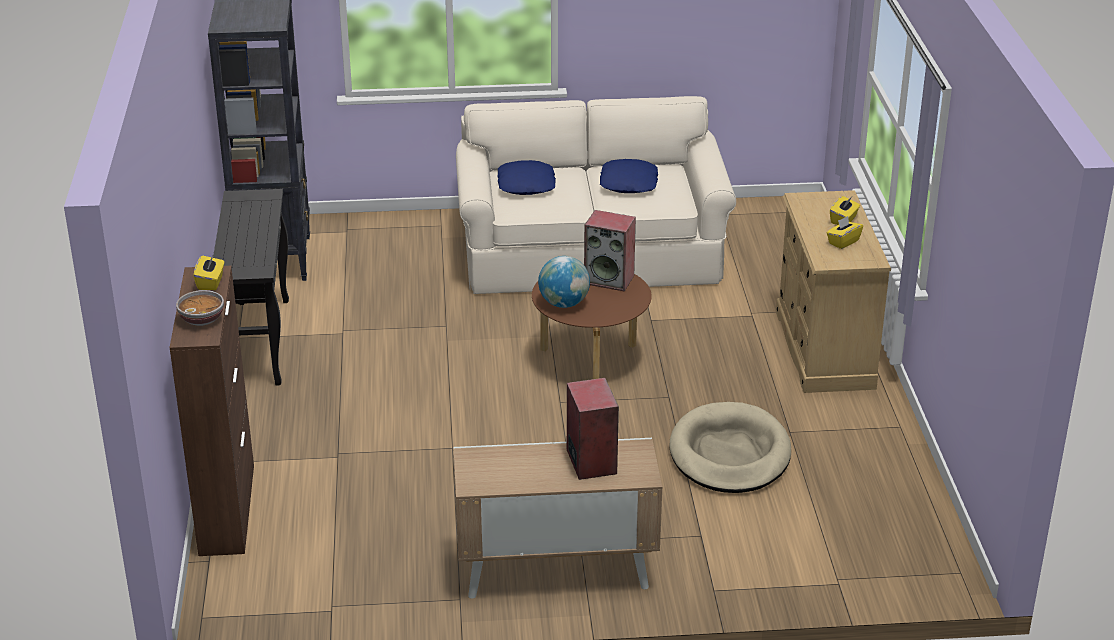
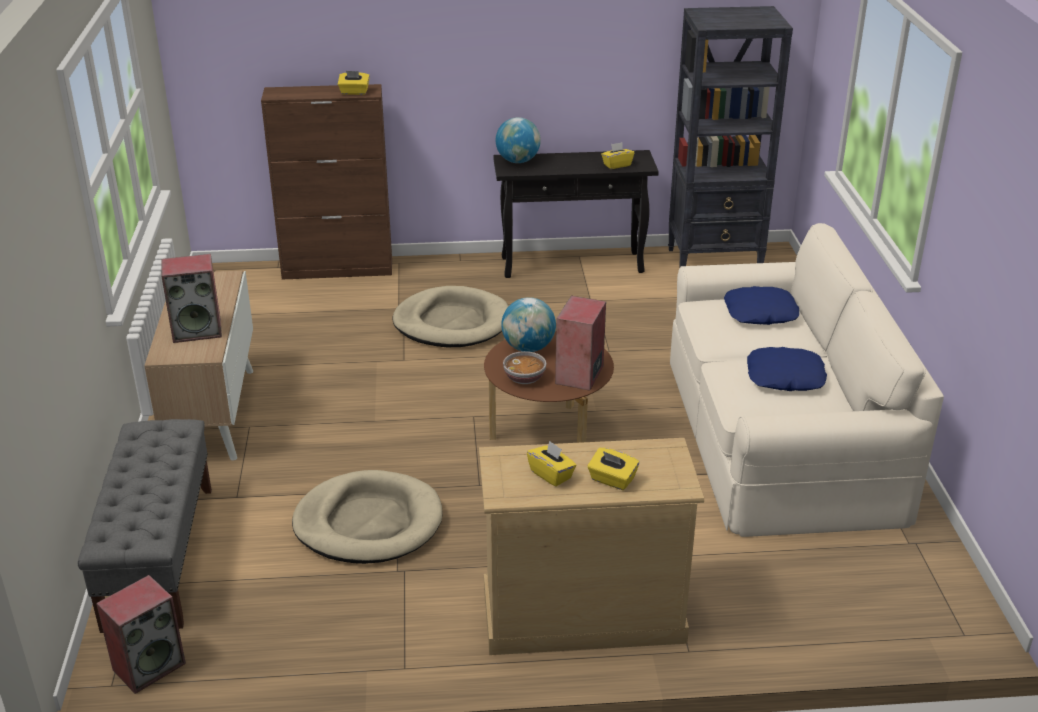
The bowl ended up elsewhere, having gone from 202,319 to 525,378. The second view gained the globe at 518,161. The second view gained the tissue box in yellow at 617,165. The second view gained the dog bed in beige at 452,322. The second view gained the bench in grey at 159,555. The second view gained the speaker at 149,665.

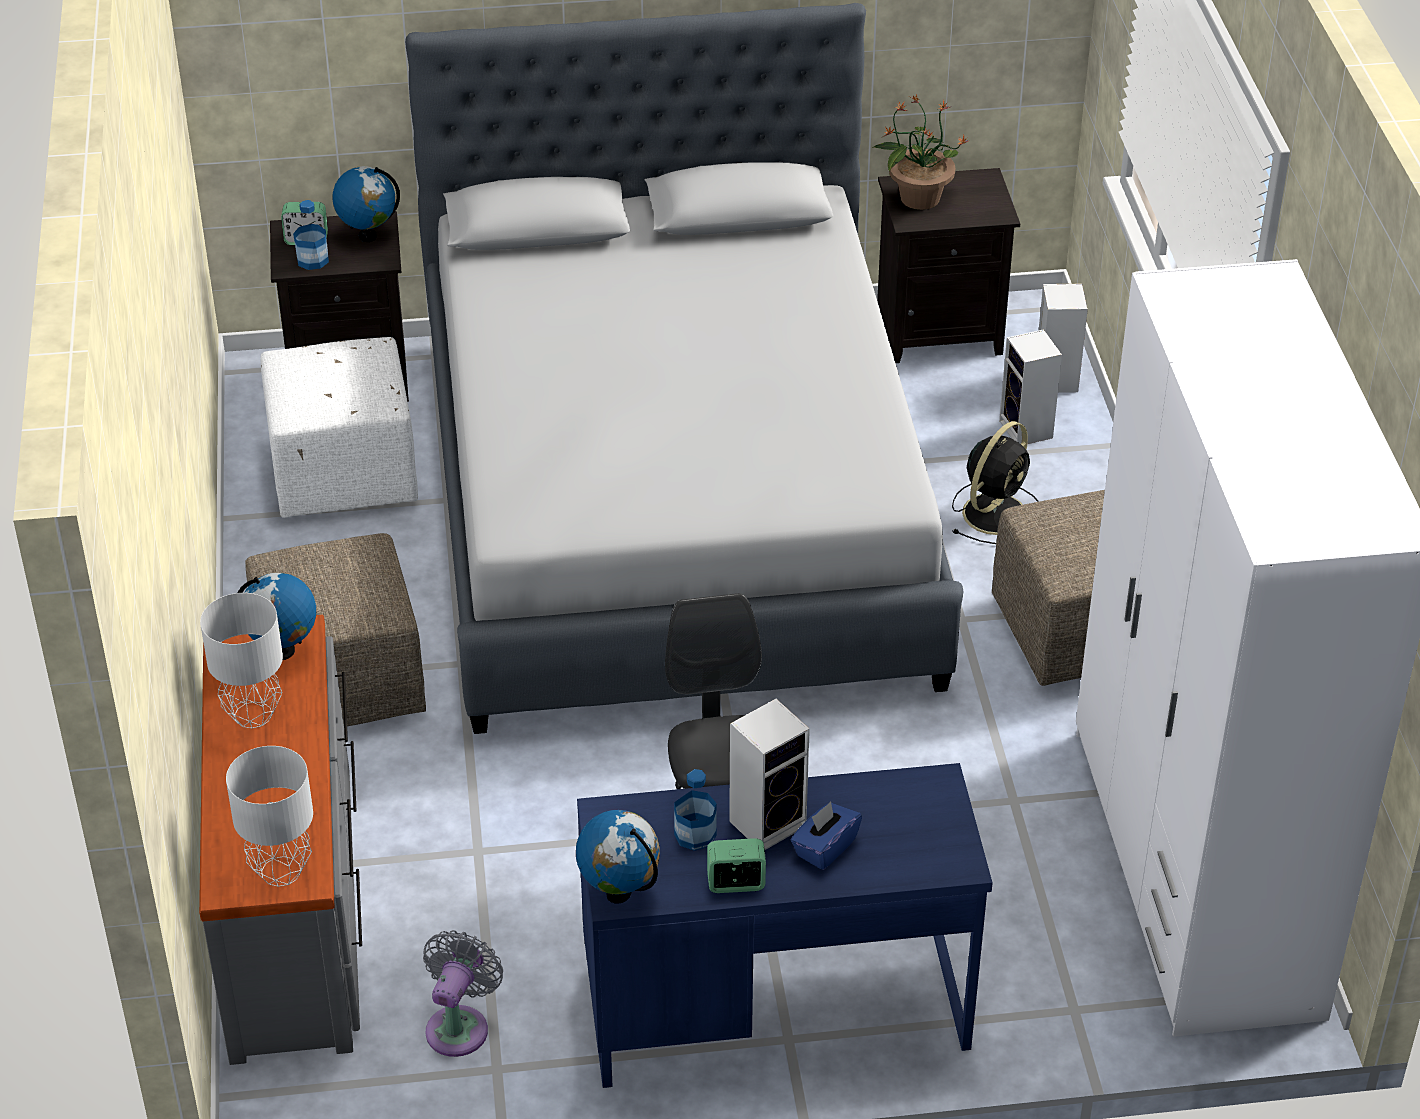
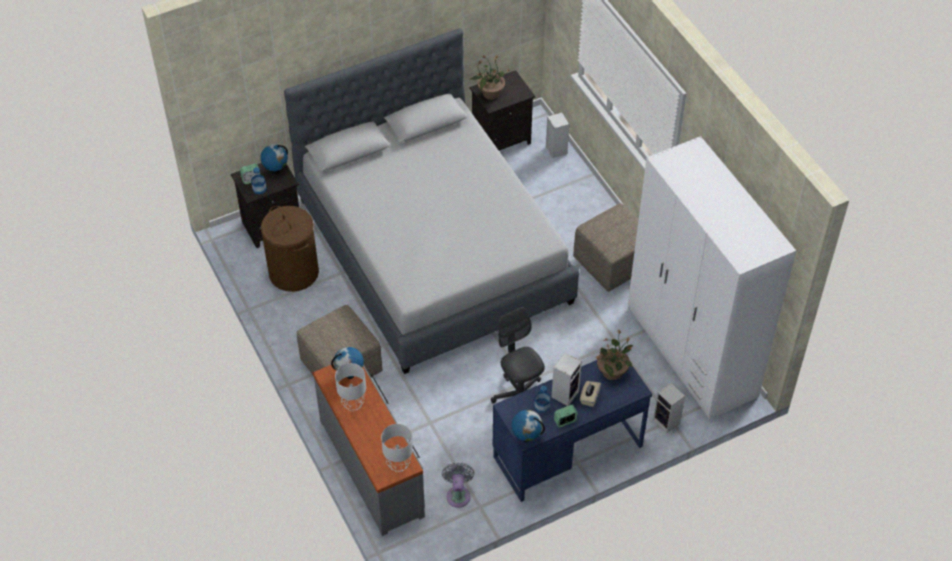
The speaker ended up elsewhere, having gone from 1028,430 to 667,422. Where the ottoman in white stood at 345,475, the laundry basket in brown came to stand at 294,272. The second view lost the fan in black at 996,512. What was the tissue box in blue at 825,848 turned into the tissue box in beige at 589,398. The second view gained the potted plant at 612,372.

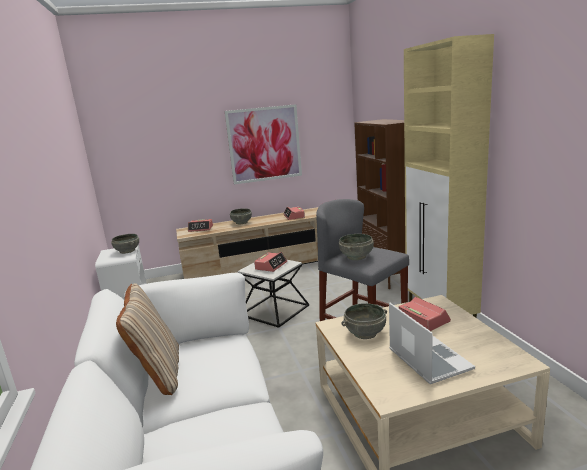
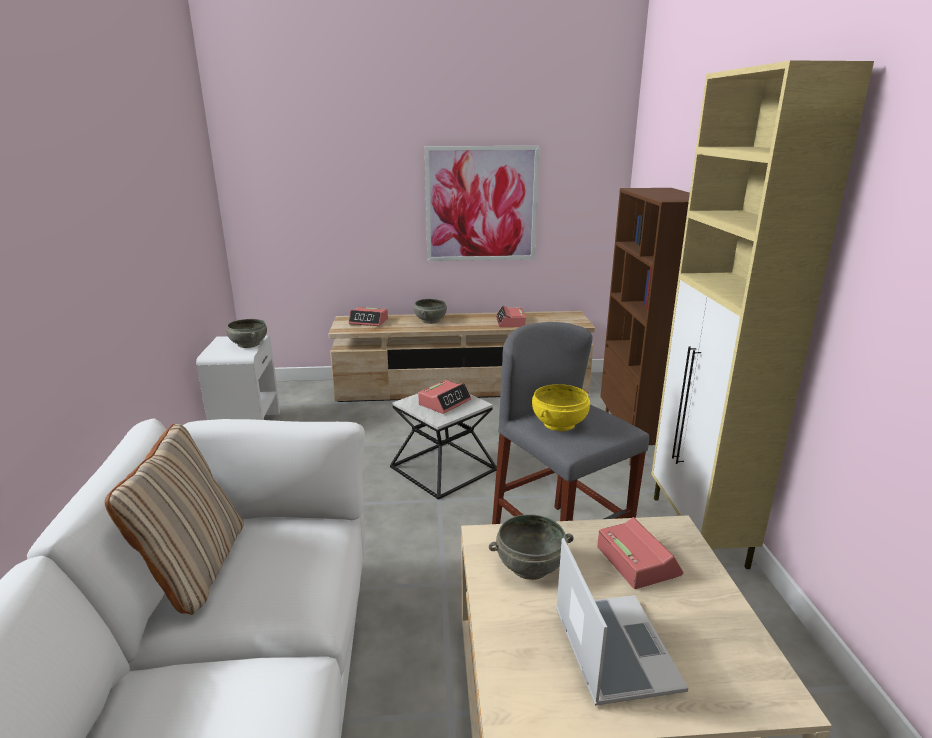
What was the bowl in grey at 357,257 turned into the bowl in yellow at 560,424.

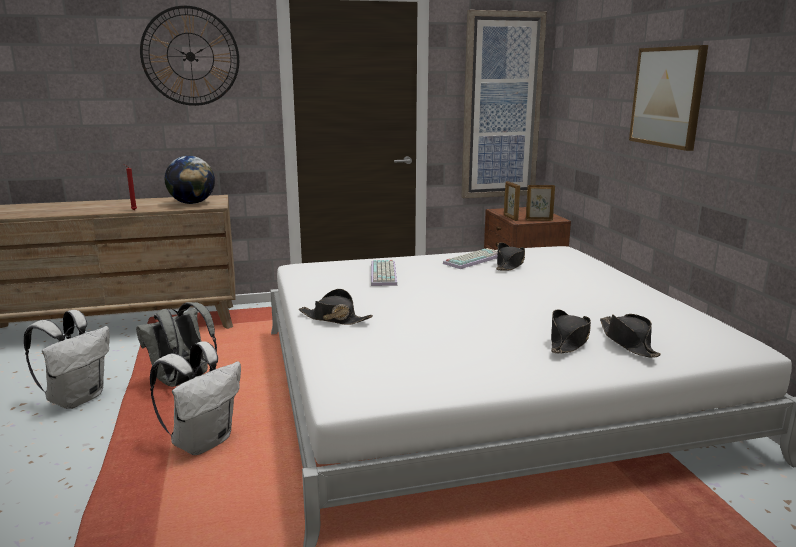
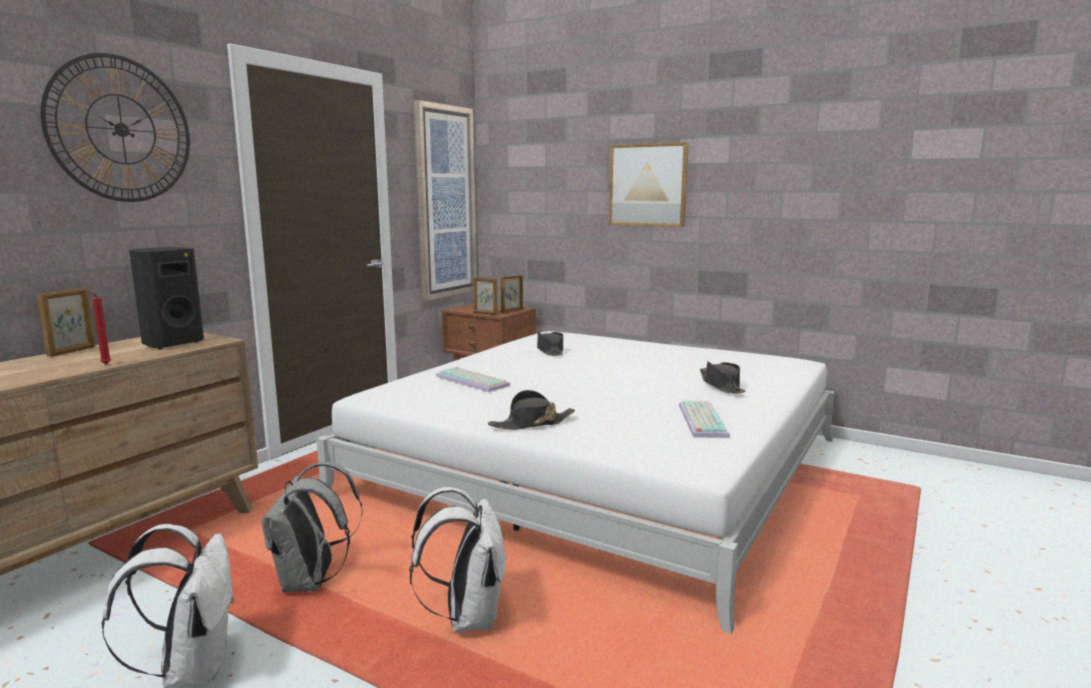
Where the globe stood at 192,203, the speaker in black came to stand at 171,343. The keyboard ended up elsewhere, having gone from 473,259 to 700,420. The second view lost the hat in black at 628,342. The second view gained the picture frame at 72,351.

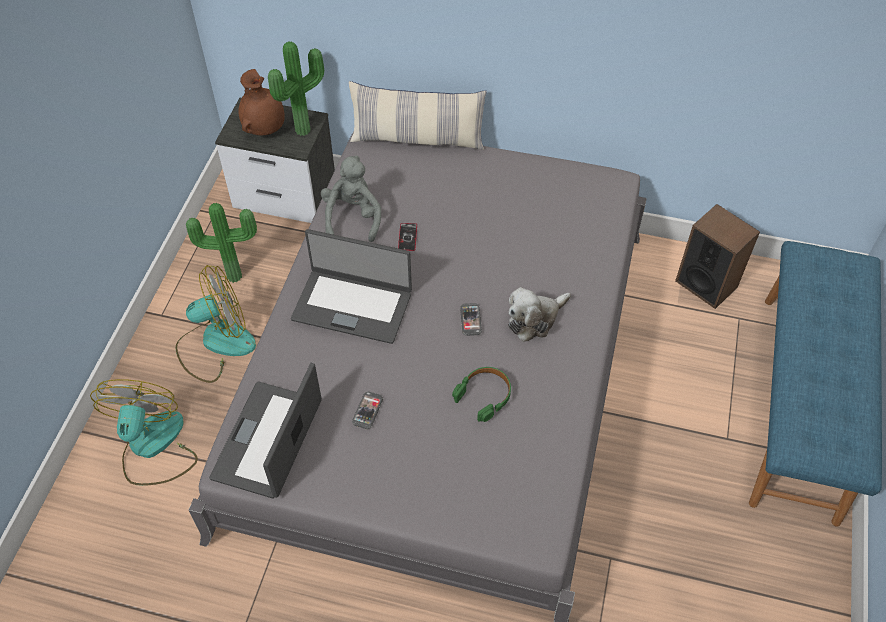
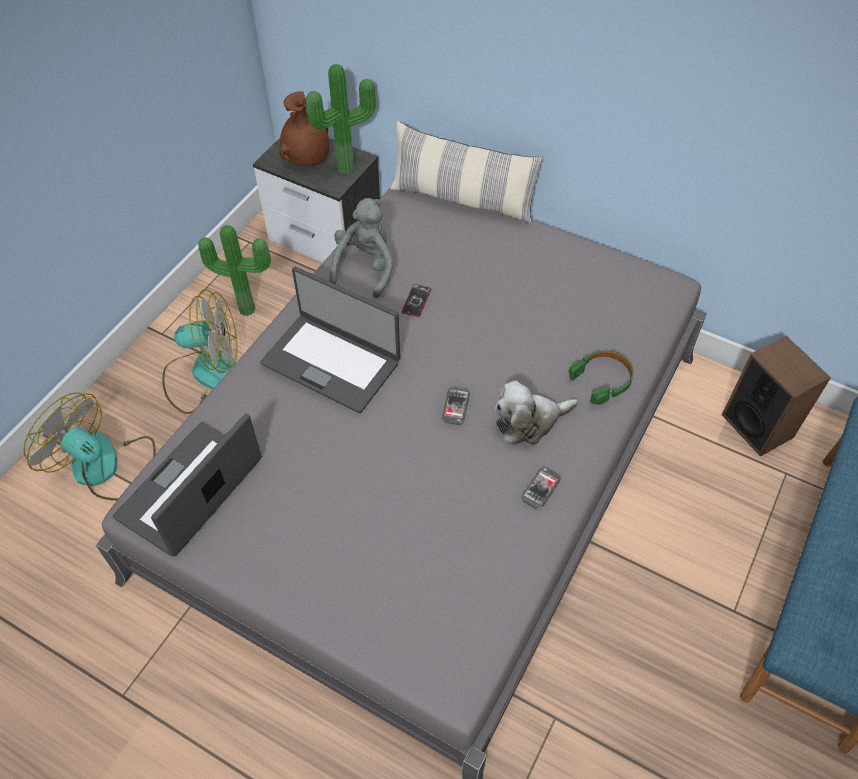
The headphones in green ended up elsewhere, having gone from 484,395 to 602,380. The fan at 153,447 ended up facing another way, 75 degrees counterclockwise from before. The phone ended up elsewhere, having gone from 367,411 to 540,489.

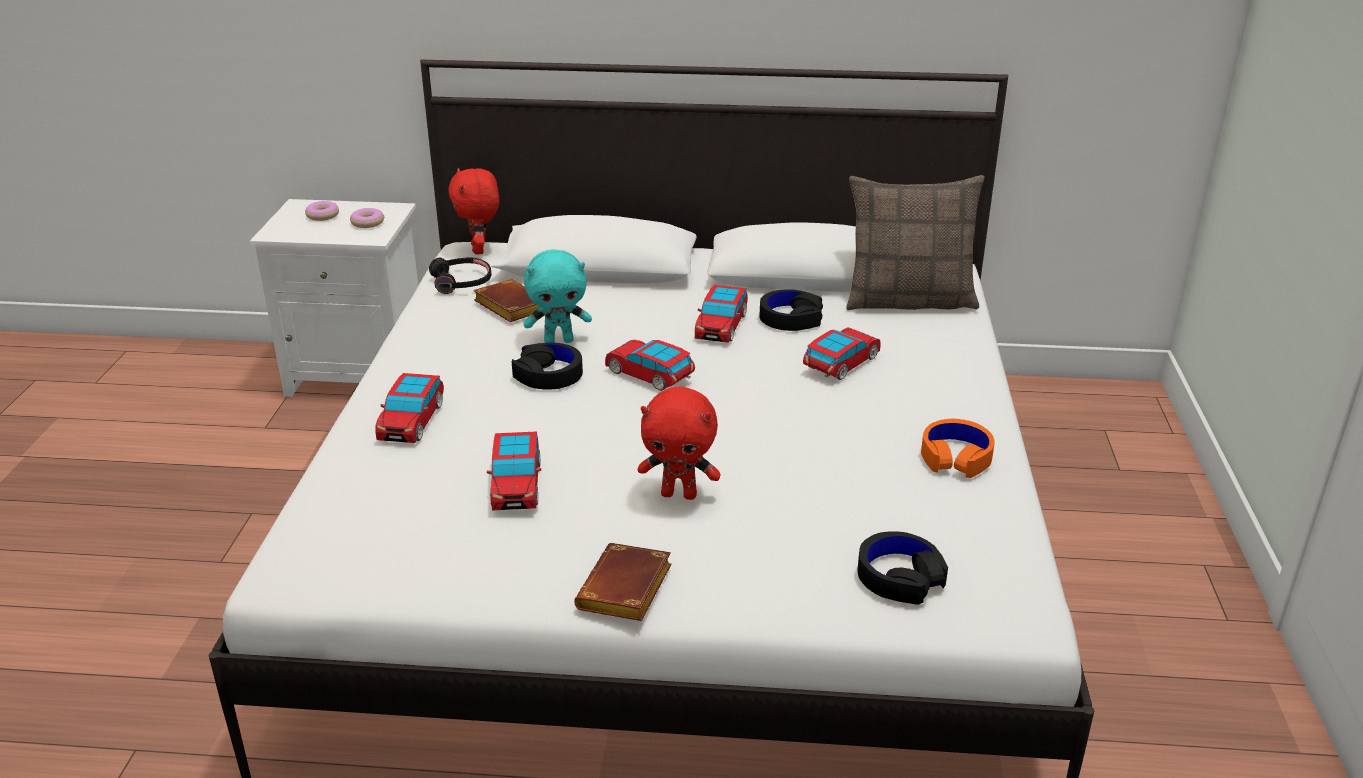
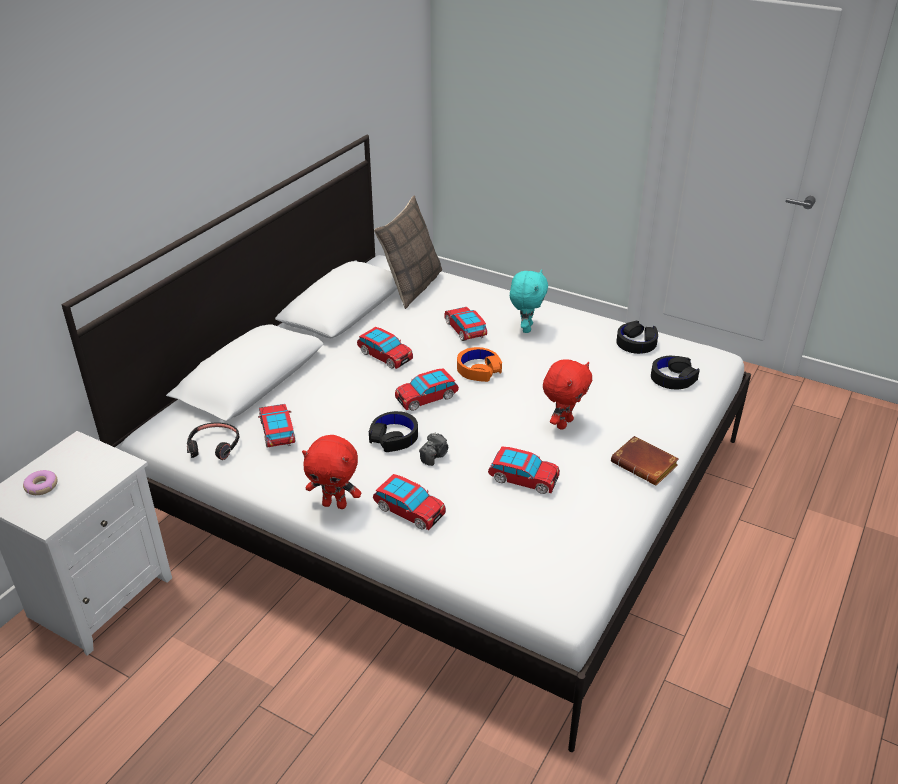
The plush toy in red ended up elsewhere, having gone from 480,250 to 335,504. The second view lost the donut at 368,223. The plush toy in turquoise ended up elsewhere, having gone from 559,341 to 526,328. Where the book in brown stood at 509,307, the toy car came to stand at 278,433. The headphones in black ended up elsewhere, having gone from 790,318 to 636,343. The headphones in orange ended up elsewhere, having gone from 955,457 to 478,370. The second view gained the photo camera at 434,455.

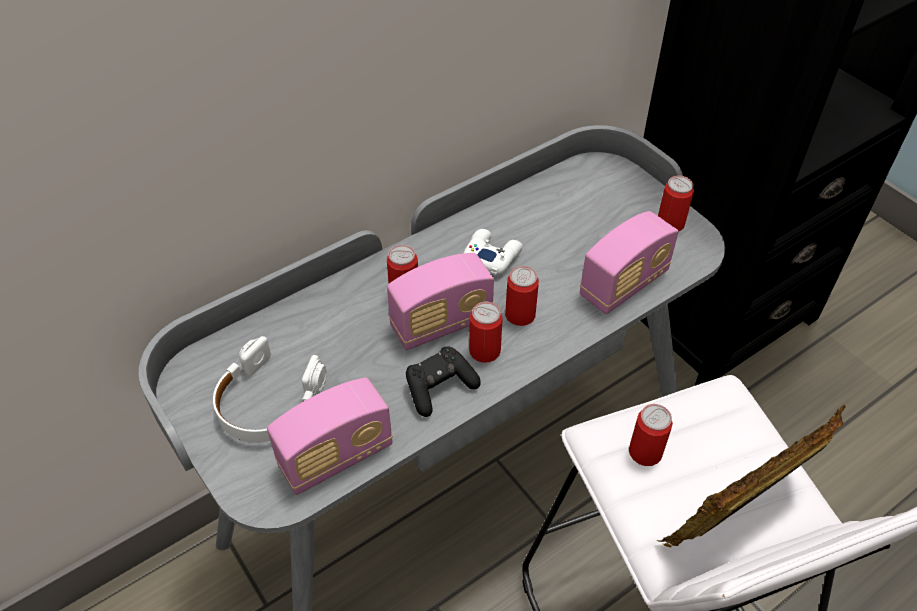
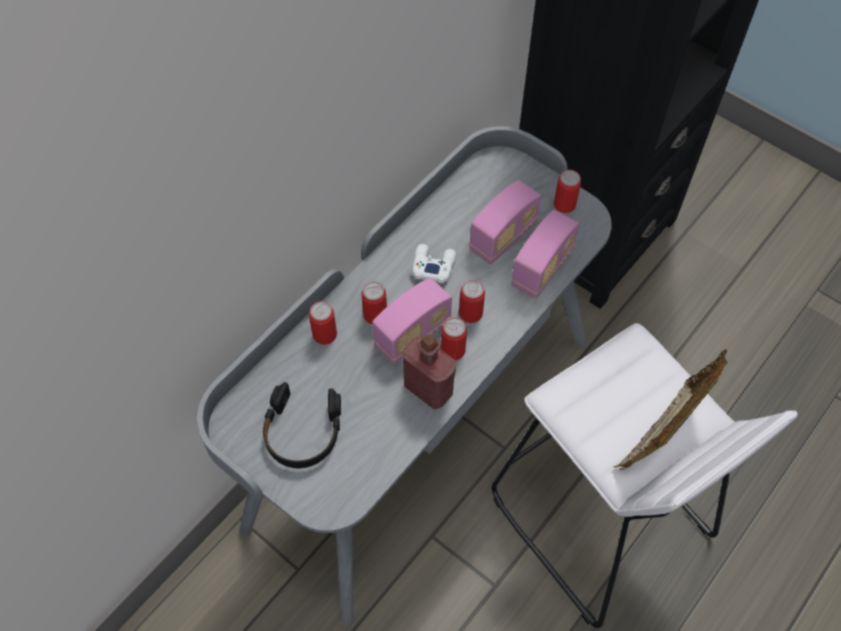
What was the headphones in white at 268,402 turned into the headphones in black at 302,431. Where the game controller in black stood at 439,388, the bottle in red came to stand at 428,389. The radio ended up elsewhere, having gone from 336,456 to 503,237. The can ended up elsewhere, having gone from 645,452 to 324,334.

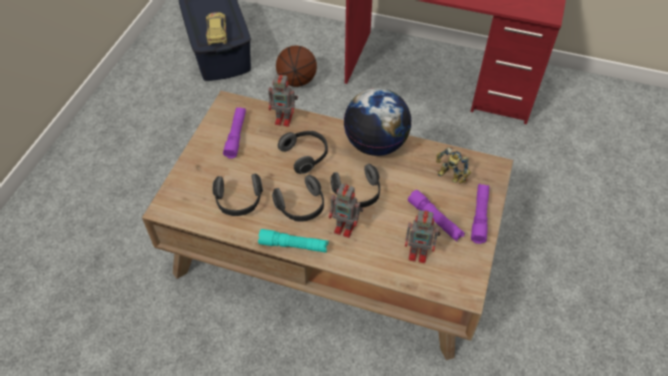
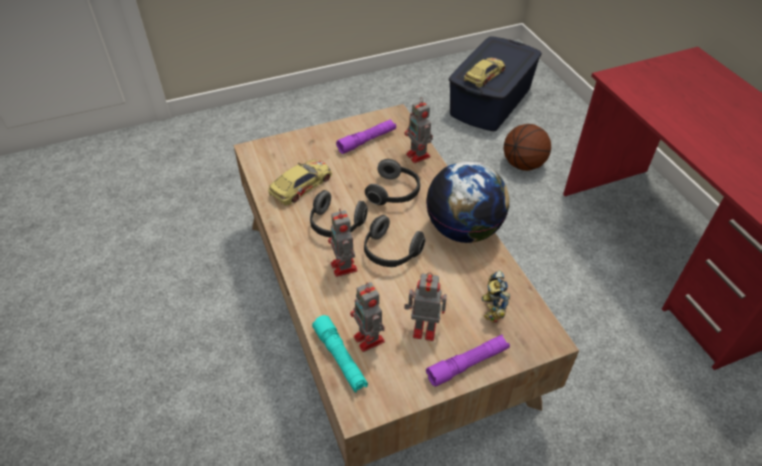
Where the headphones stood at 239,202, the toy car came to stand at 301,185. Where the flashlight in purple stood at 435,220, the toy robot came to stand at 423,329. The flashlight in turquoise ended up elsewhere, having gone from 293,245 to 340,358.

